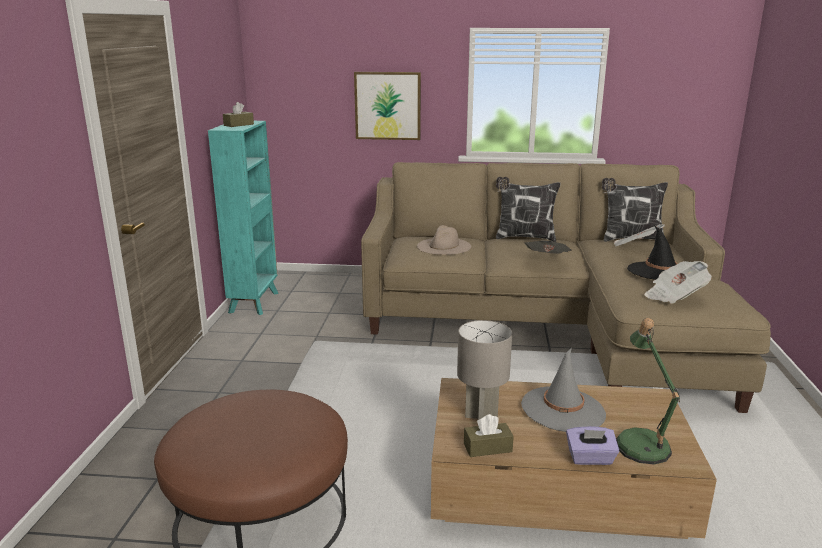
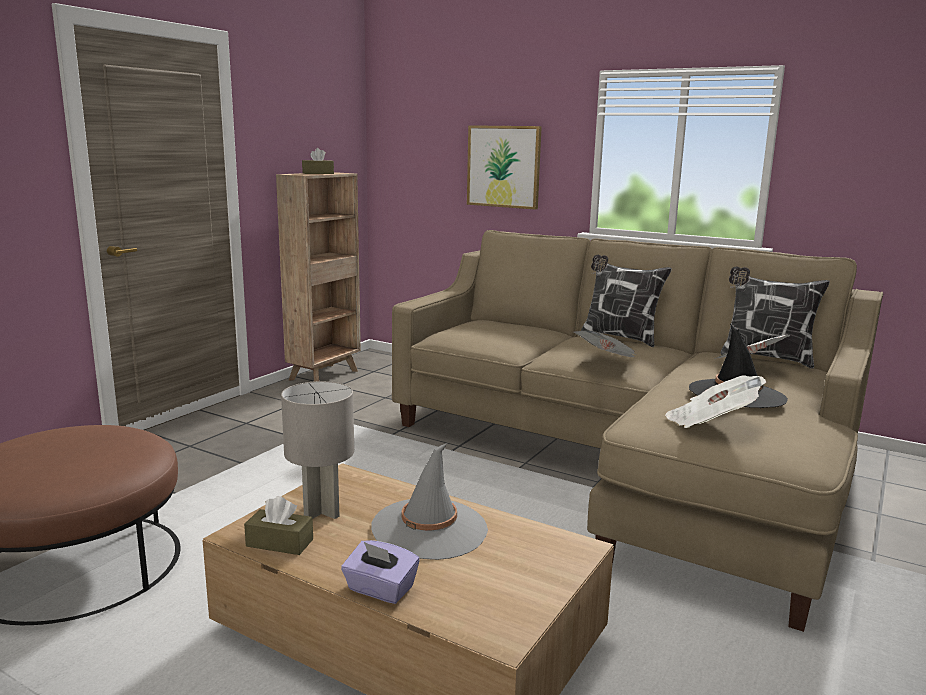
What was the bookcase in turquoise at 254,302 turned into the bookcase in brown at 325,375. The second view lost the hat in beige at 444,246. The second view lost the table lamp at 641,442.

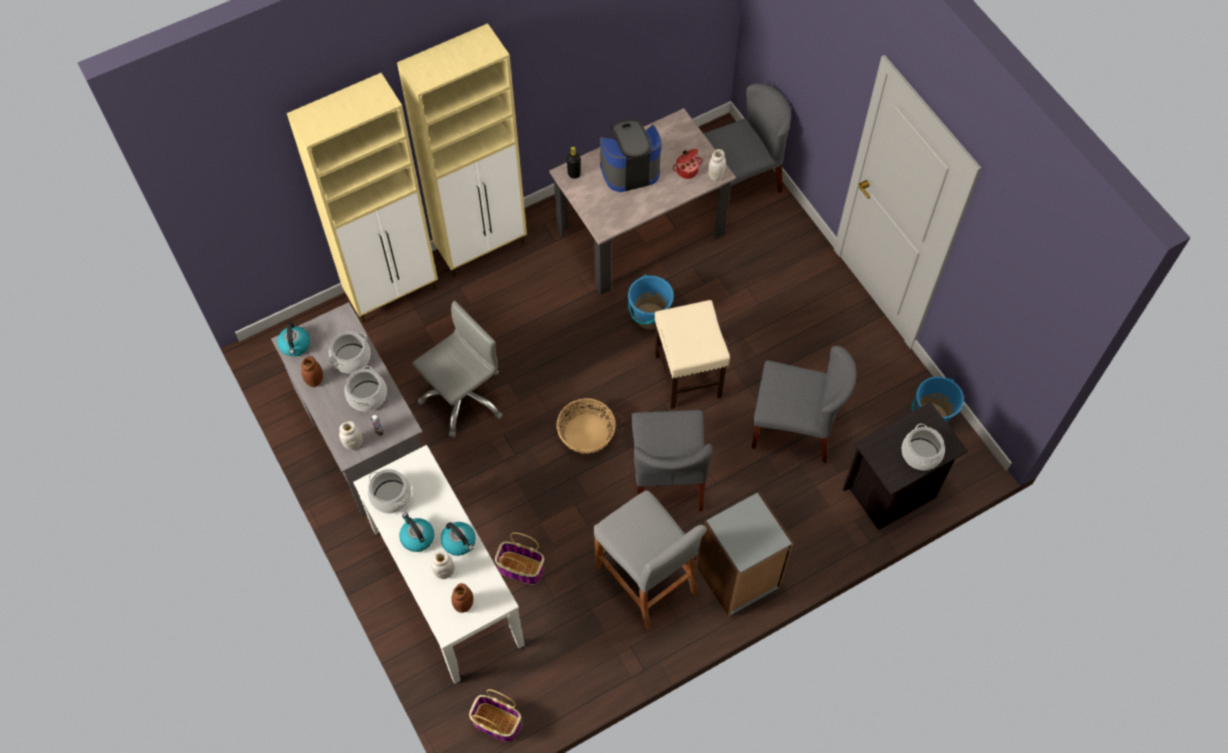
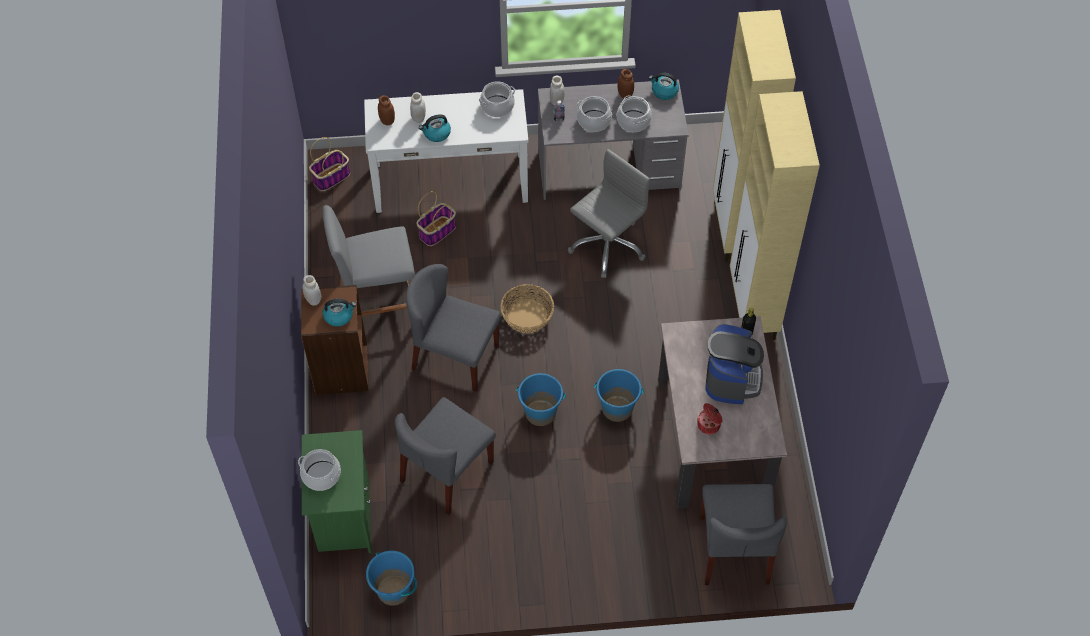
The jar in white ended up elsewhere, having gone from 716,175 to 313,300. Where the stool in beige stood at 688,376, the bucket in blue came to stand at 540,413. The office chair in grey at 463,397 ended up facing another way, 120 degrees counterclockwise from before. What was the nightstand in black at 891,493 turned into the nightstand in green at 343,518. What was the bookcase in grey at 739,578 turned into the bookcase in brown at 340,369. The kettle ended up elsewhere, having gone from 417,537 to 339,316.

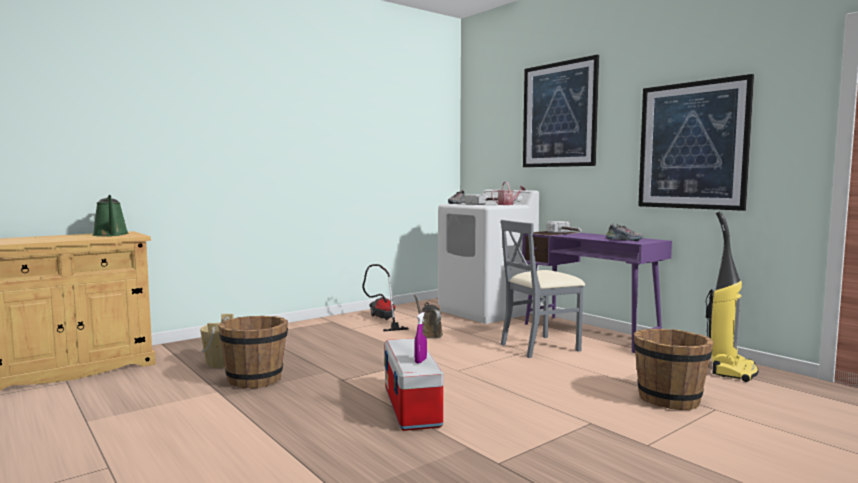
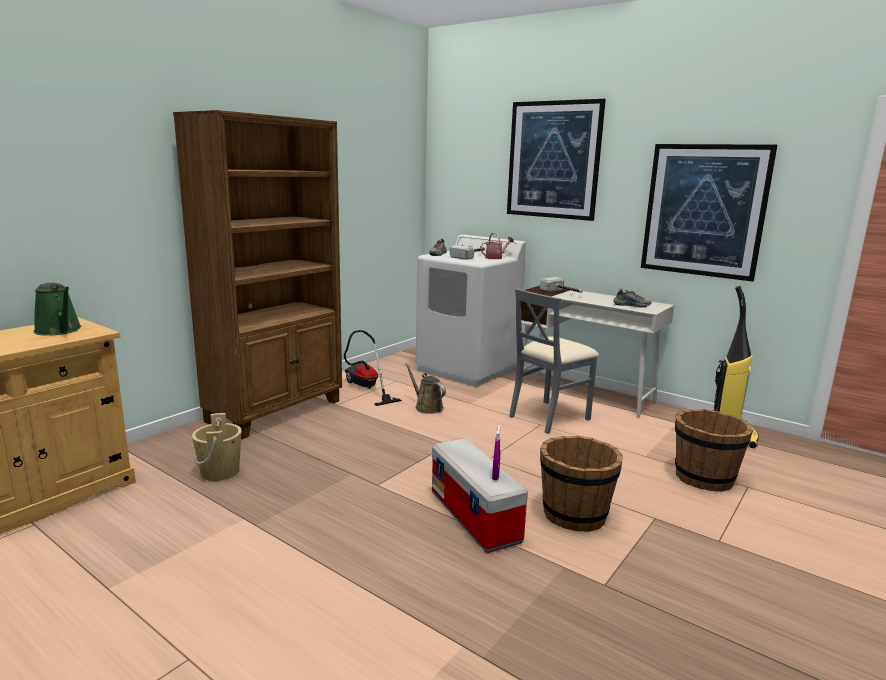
What was the desk in purple at 590,333 turned into the desk in white at 584,394. The bucket in brown ended up elsewhere, having gone from 255,379 to 574,514. The second view gained the bookcase in brown at 276,411.

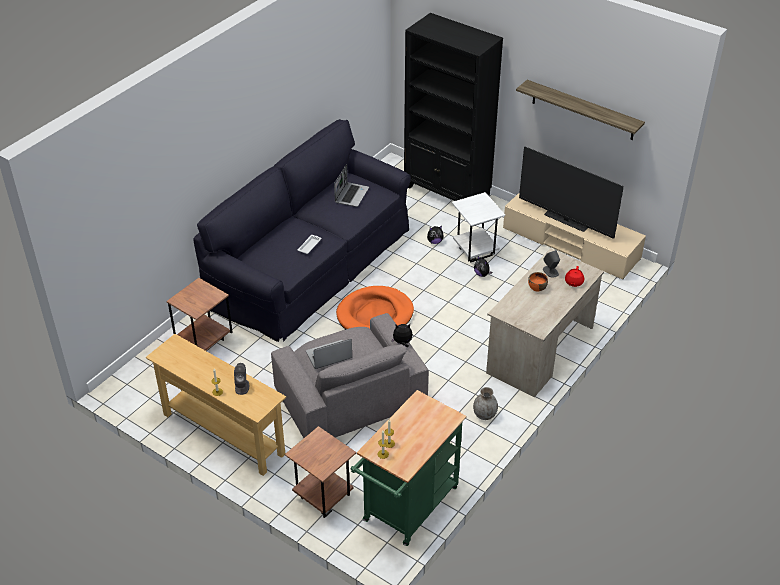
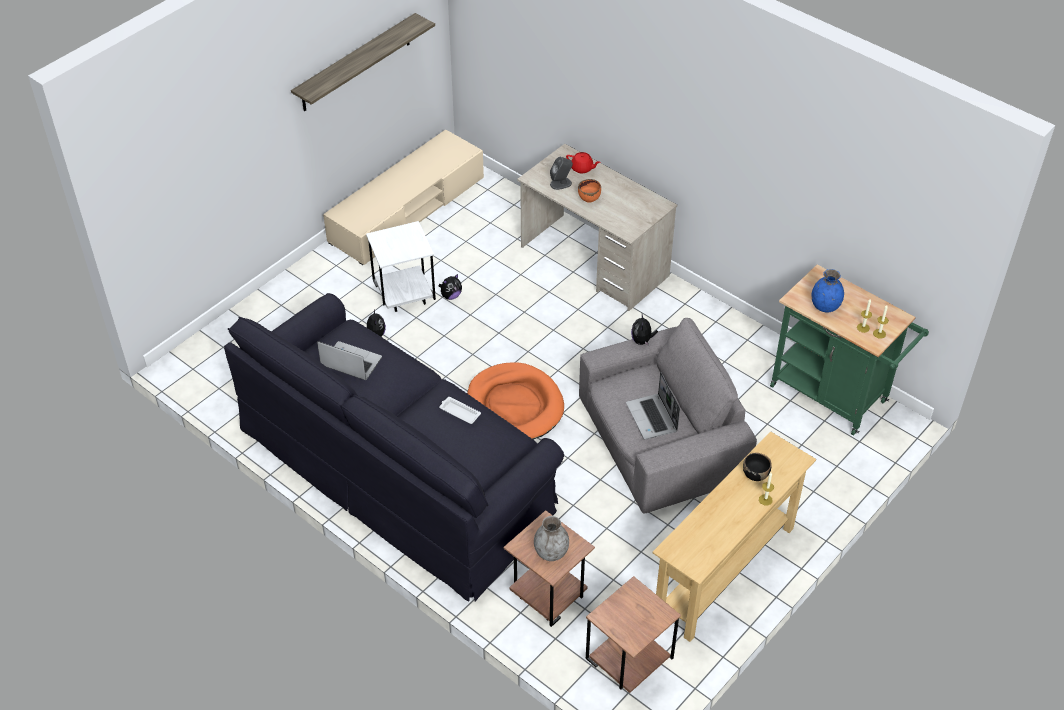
The second view lost the bookcase in black at 447,191. The second view lost the television at 565,221. Where the speaker in grey stood at 242,386, the bowl in black came to stand at 755,474. The vase in grey ended up elsewhere, having gone from 484,415 to 551,552. The side table in brown ended up elsewhere, having gone from 322,497 to 629,667. The second view gained the vase in blue at 825,306.

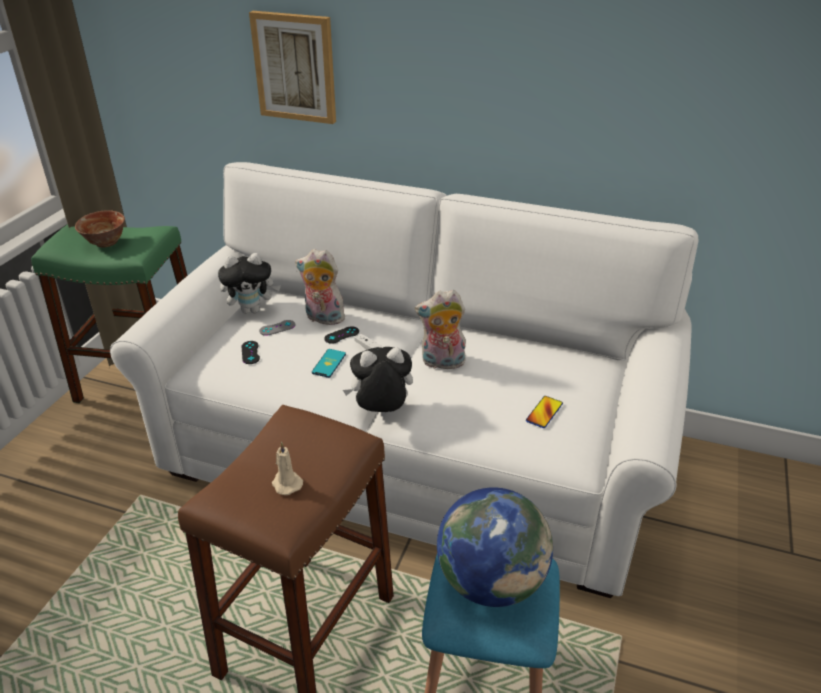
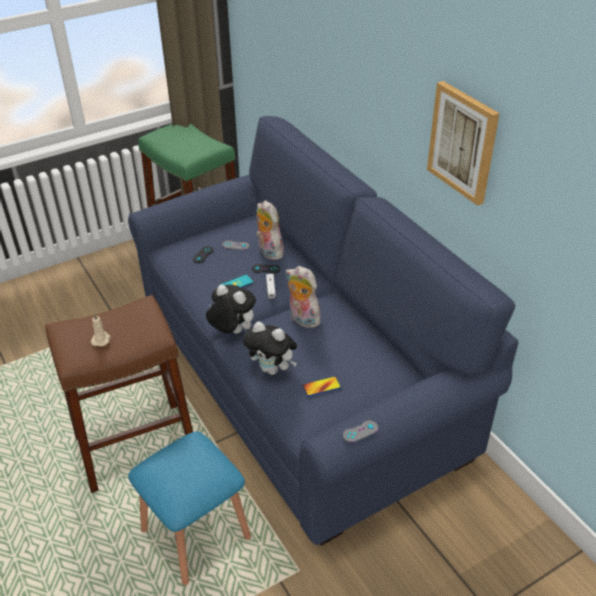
The picture ended up elsewhere, having gone from 295,67 to 463,142. What was the sofa in white at 411,457 turned into the sofa in blue at 299,380. The second view lost the bowl at 106,243. The plush toy ended up elsewhere, having gone from 252,310 to 272,369. The second view lost the globe at 491,582. The second view gained the game controller in grey at 360,431.

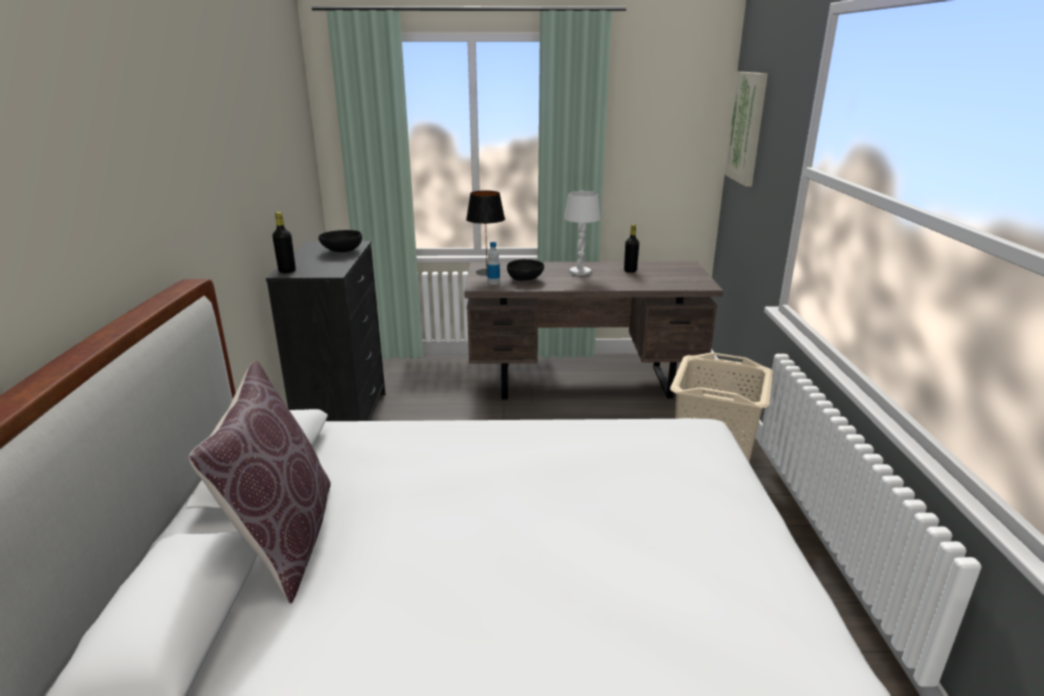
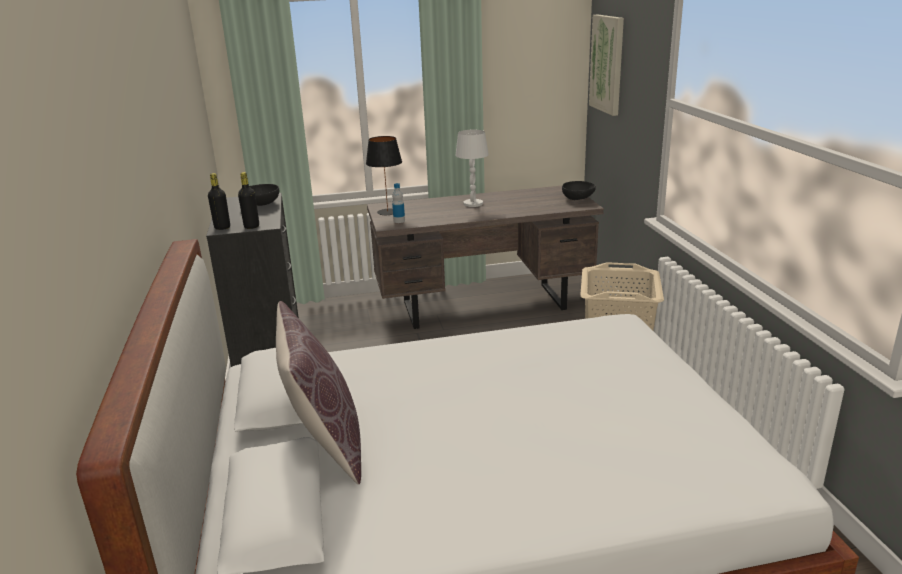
The bottle in black ended up elsewhere, having gone from 630,271 to 251,226. The bowl in black ended up elsewhere, having gone from 525,280 to 578,199.

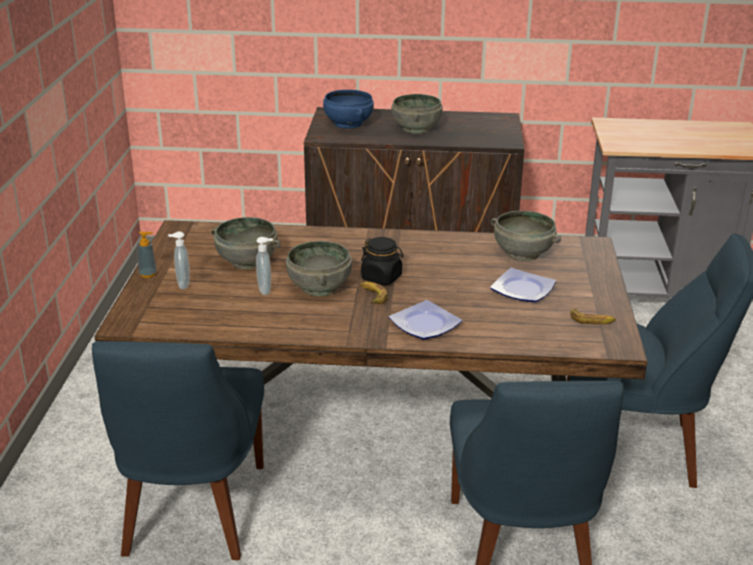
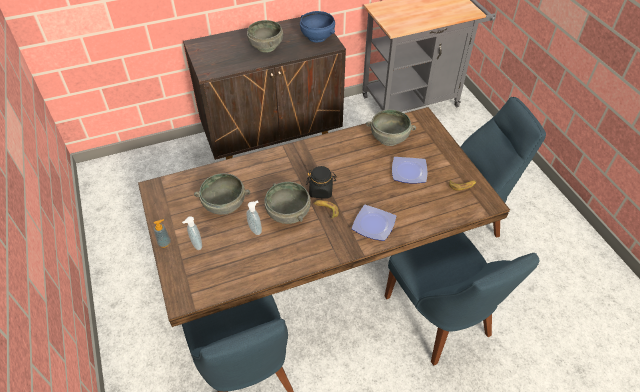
The bowl in blue ended up elsewhere, having gone from 347,124 to 317,37.

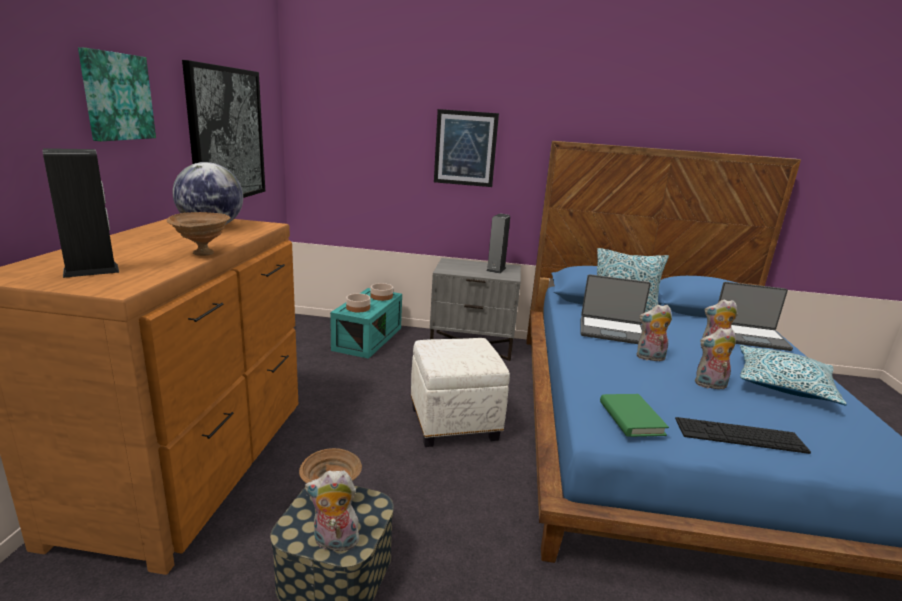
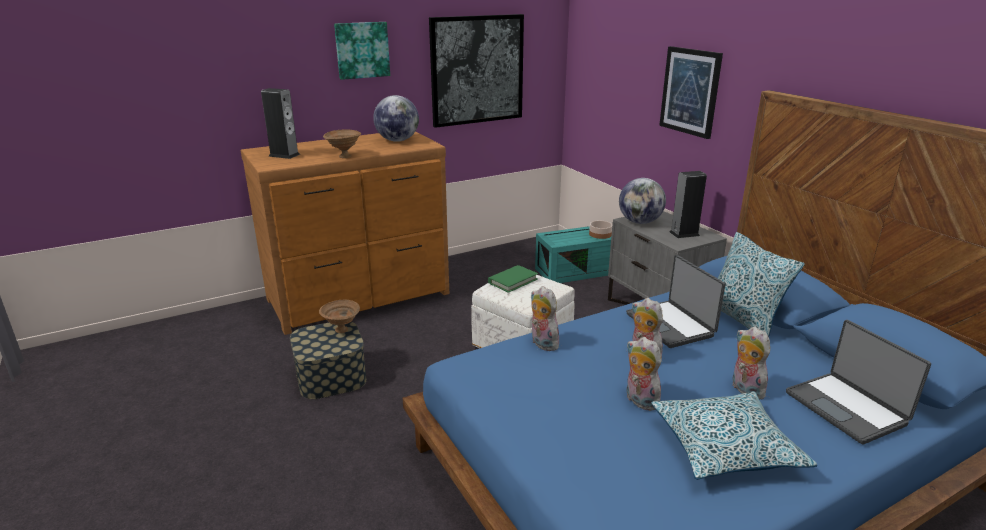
The second view lost the bowl at 358,308. The book in green ended up elsewhere, having gone from 631,418 to 513,281. The second view lost the keyboard at 739,435. The plush toy ended up elsewhere, having gone from 334,543 to 542,343. The second view gained the globe at 640,222.

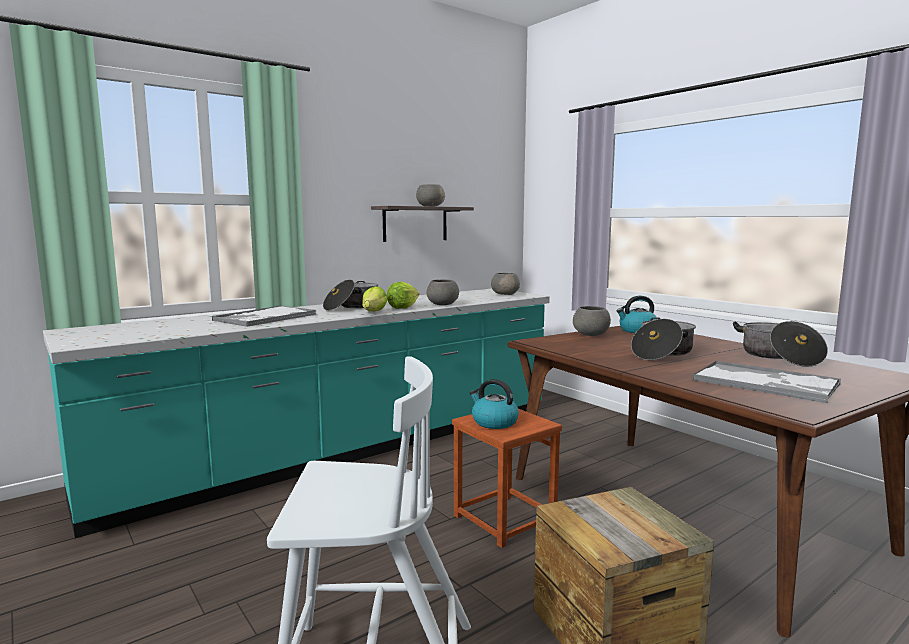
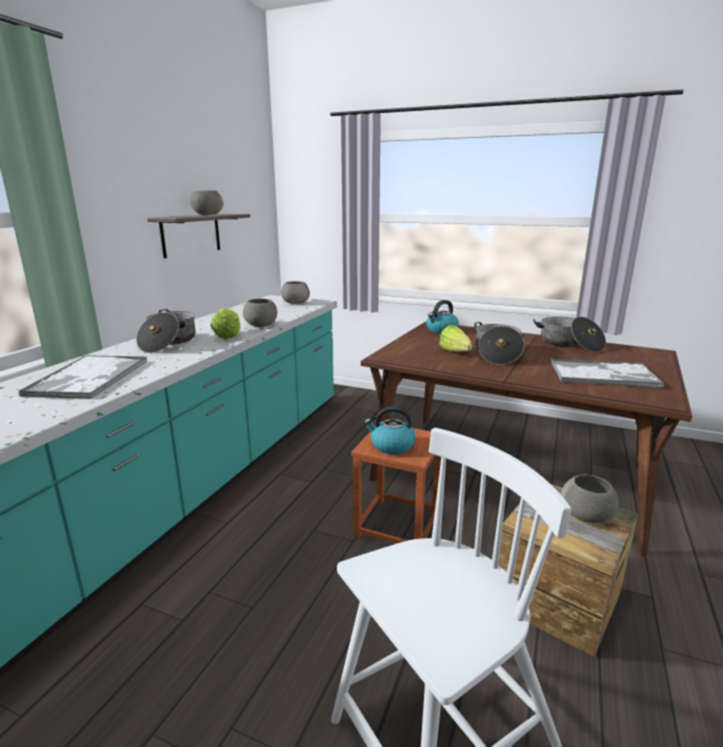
The lettuce ended up elsewhere, having gone from 371,313 to 456,353. The bowl in grey ended up elsewhere, having gone from 591,334 to 586,516.

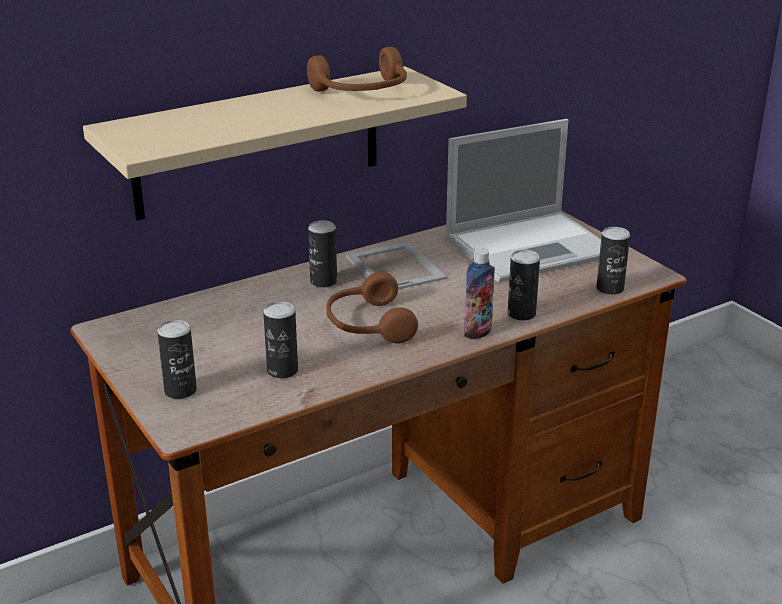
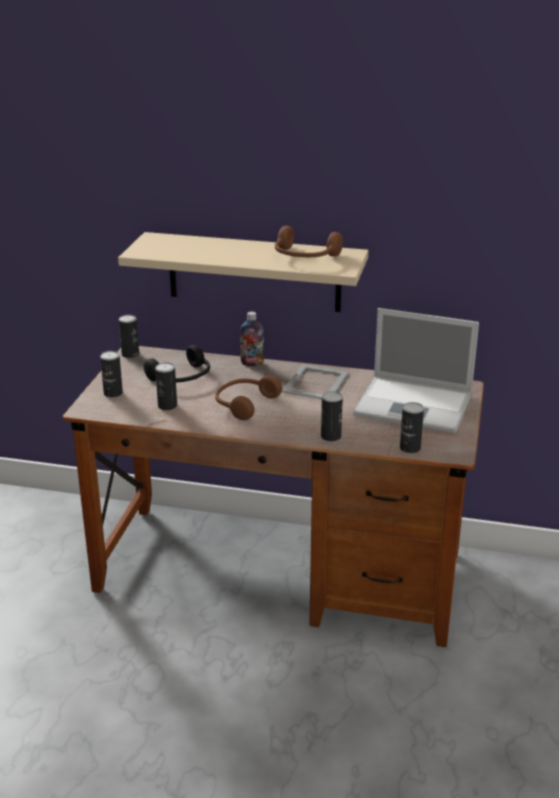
The can ended up elsewhere, having gone from 323,282 to 130,354. The bottle ended up elsewhere, having gone from 478,332 to 252,363. The second view gained the headphones in black at 182,378.

